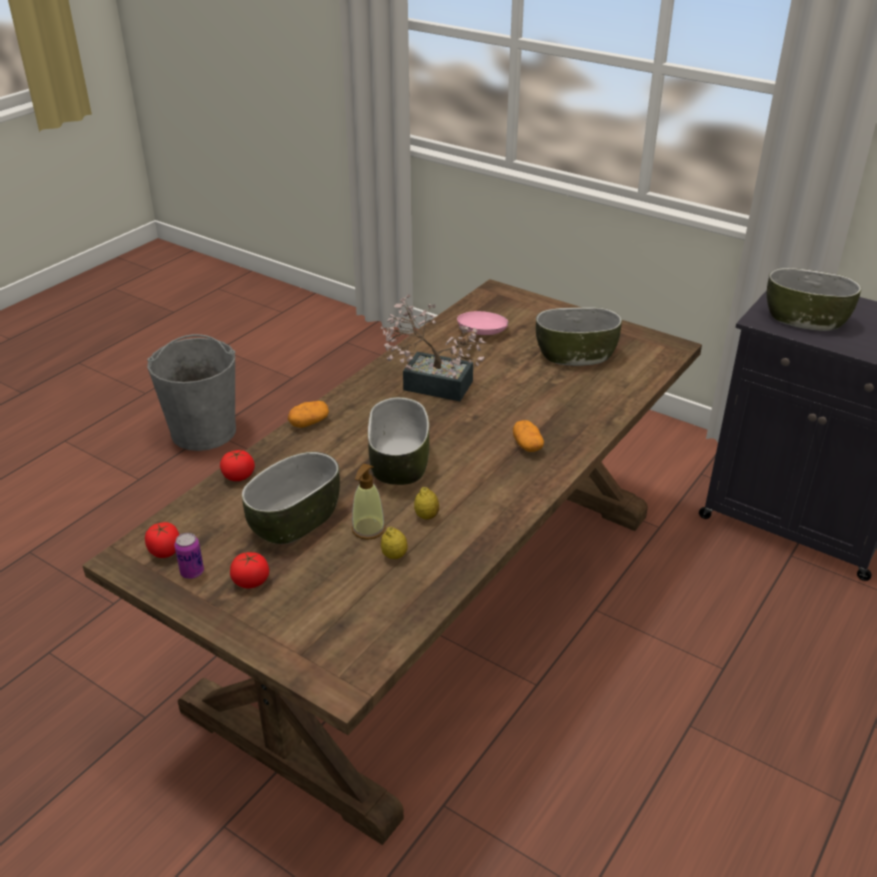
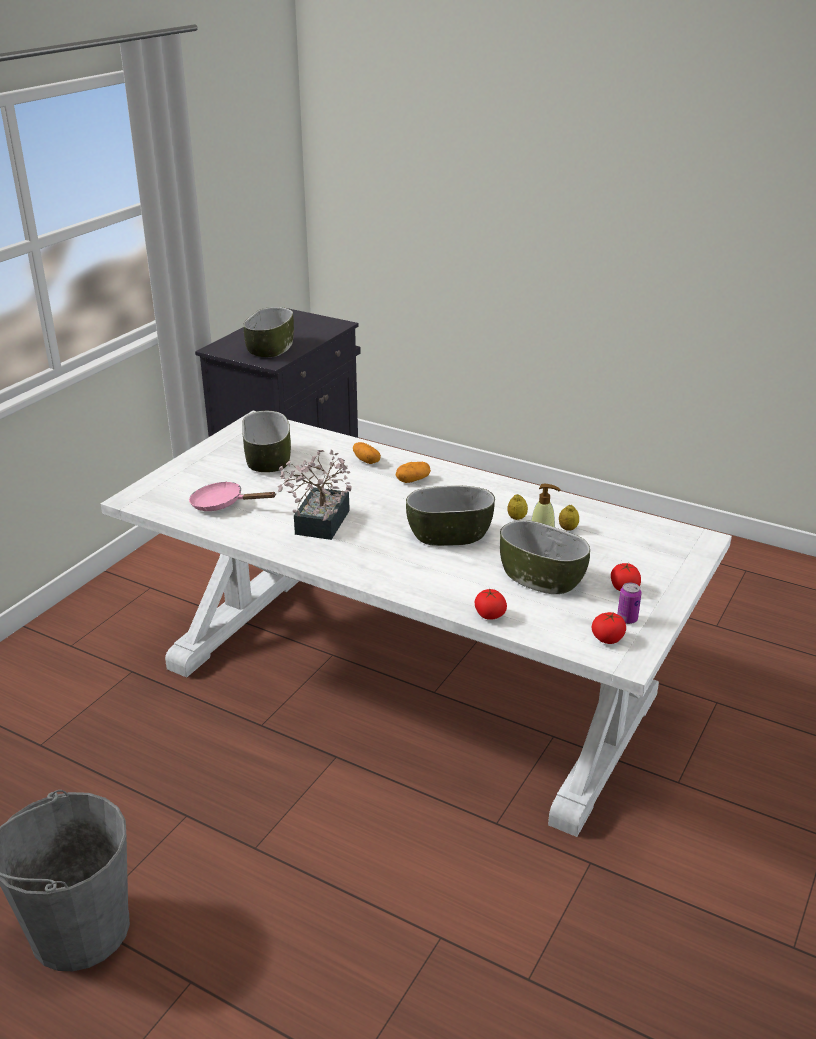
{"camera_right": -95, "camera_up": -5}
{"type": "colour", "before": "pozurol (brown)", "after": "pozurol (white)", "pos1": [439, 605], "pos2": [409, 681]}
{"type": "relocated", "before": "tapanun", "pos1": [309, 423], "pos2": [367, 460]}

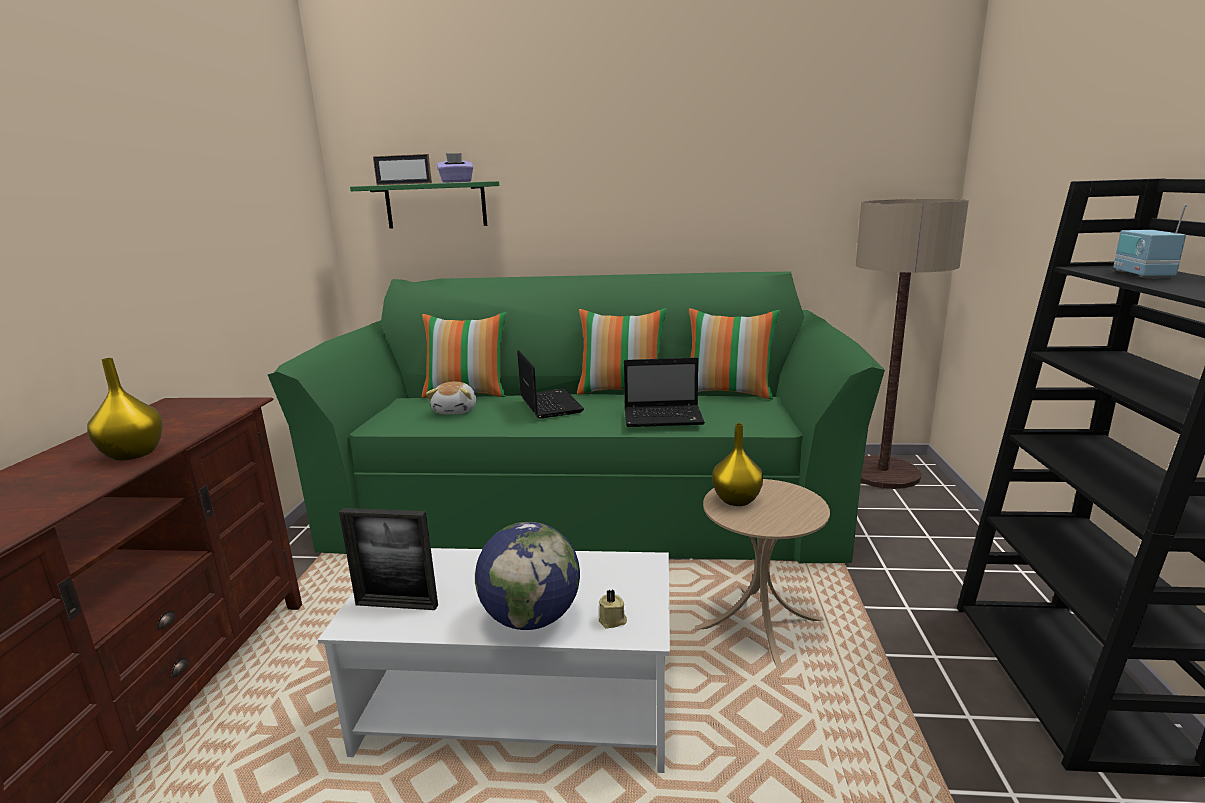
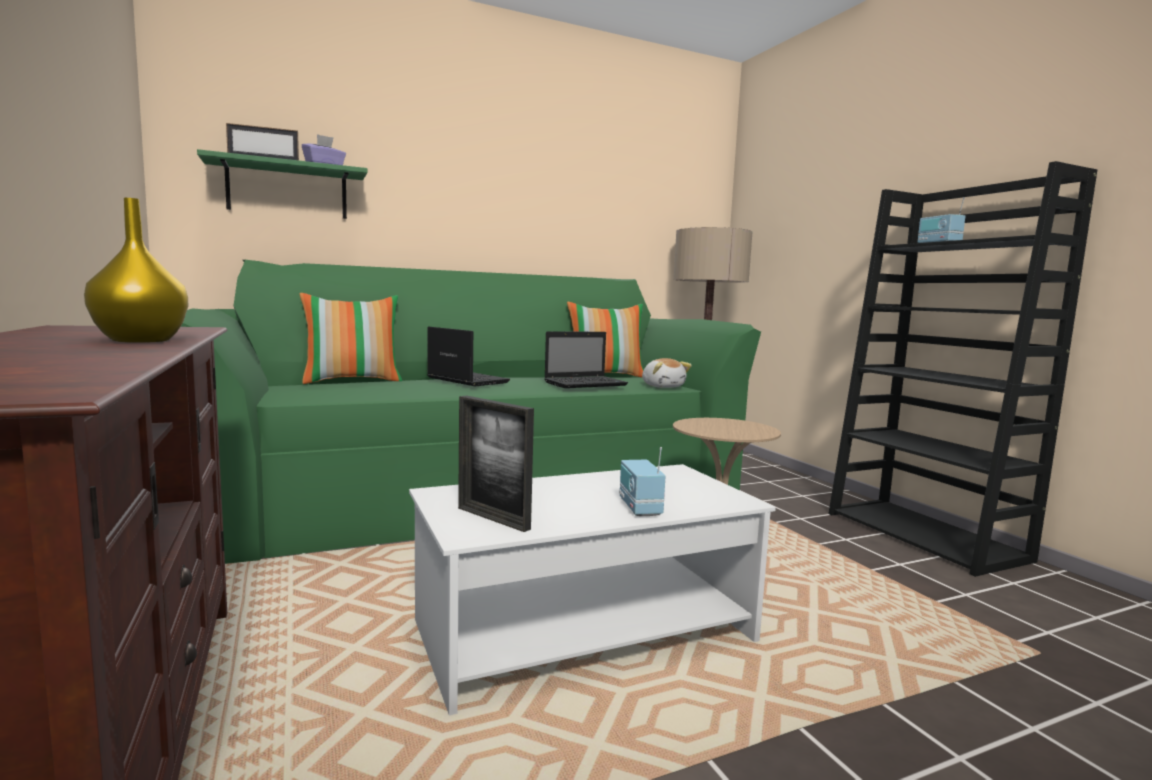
{"camera_right": -30, "camera_up": -10}
{"type": "spun", "before": "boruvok", "pos1": [396, 605], "pos2": [493, 518], "turn": 60}
{"type": "relocated", "before": "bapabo", "pos1": [456, 410], "pos2": [663, 386]}
{"type": "exchanged", "before": "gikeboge", "after": "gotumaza", "pos1": [531, 618], "pos2": [639, 507]}
{"type": "missing", "before": "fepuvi", "pos1": [622, 391]}
{"type": "missing", "before": "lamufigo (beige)", "pos1": [613, 621]}
{"type": "missing", "before": "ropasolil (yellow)", "pos1": [735, 500]}

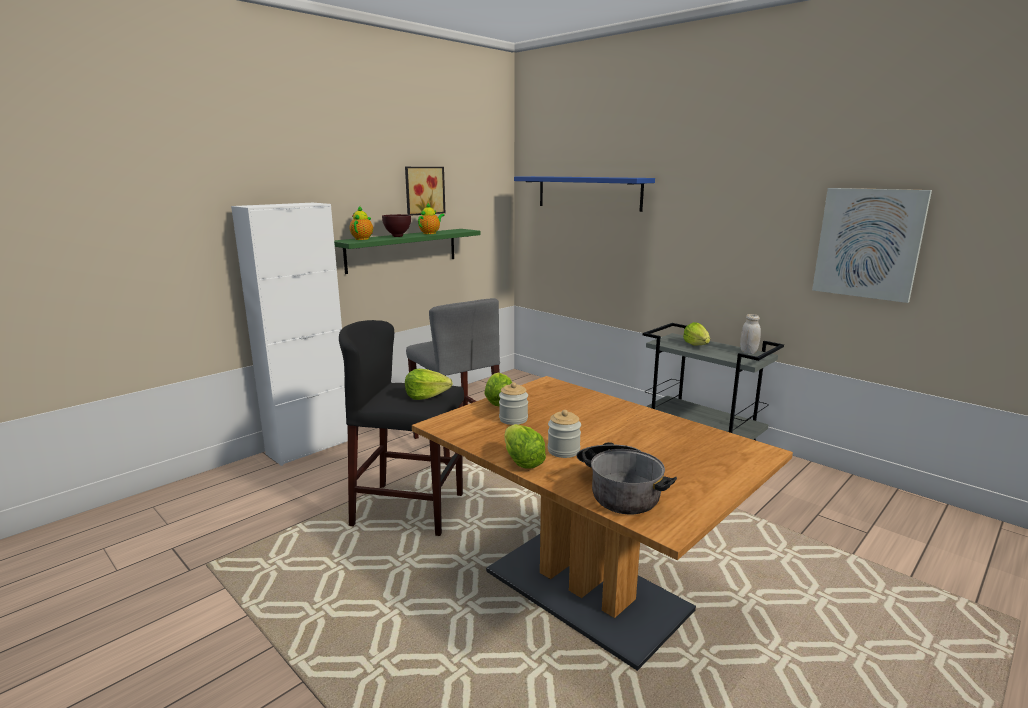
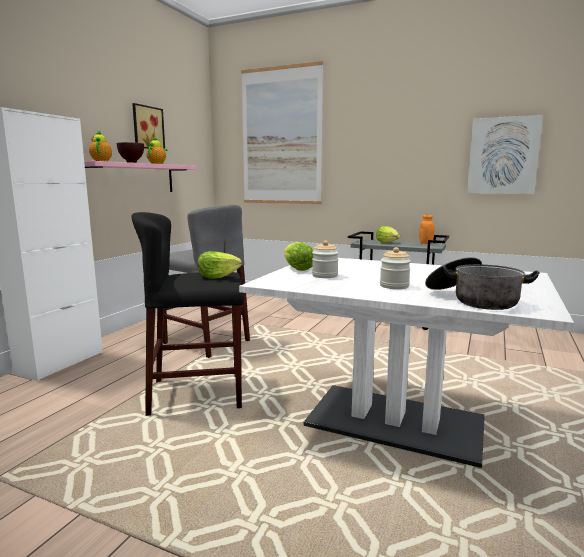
{"camera_right": -20, "camera_up": -5}
{"type": "colour", "before": "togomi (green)", "after": "togomi (pink)", "pos1": [402, 250], "pos2": [132, 178]}
{"type": "colour", "before": "pozurol (brown)", "after": "pozurol (white)", "pos1": [586, 591], "pos2": [395, 423]}
{"type": "missing", "before": "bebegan", "pos1": [522, 462]}
{"type": "exchanged", "before": "togomi (blue)", "after": "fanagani", "pos1": [588, 192], "pos2": [281, 137]}
{"type": "colour", "before": "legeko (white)", "after": "legeko (orange)", "pos1": [748, 352], "pos2": [426, 243]}

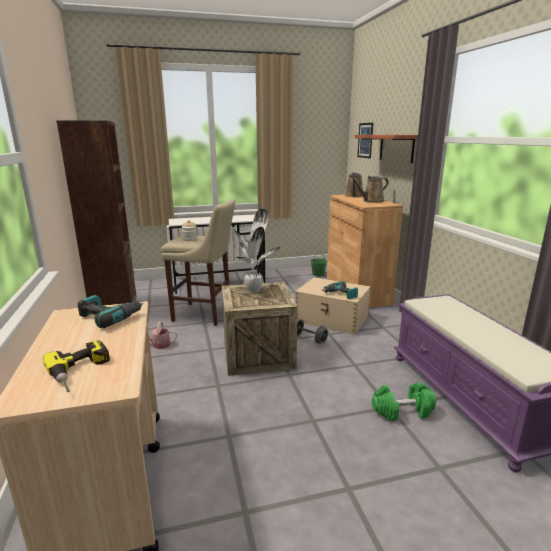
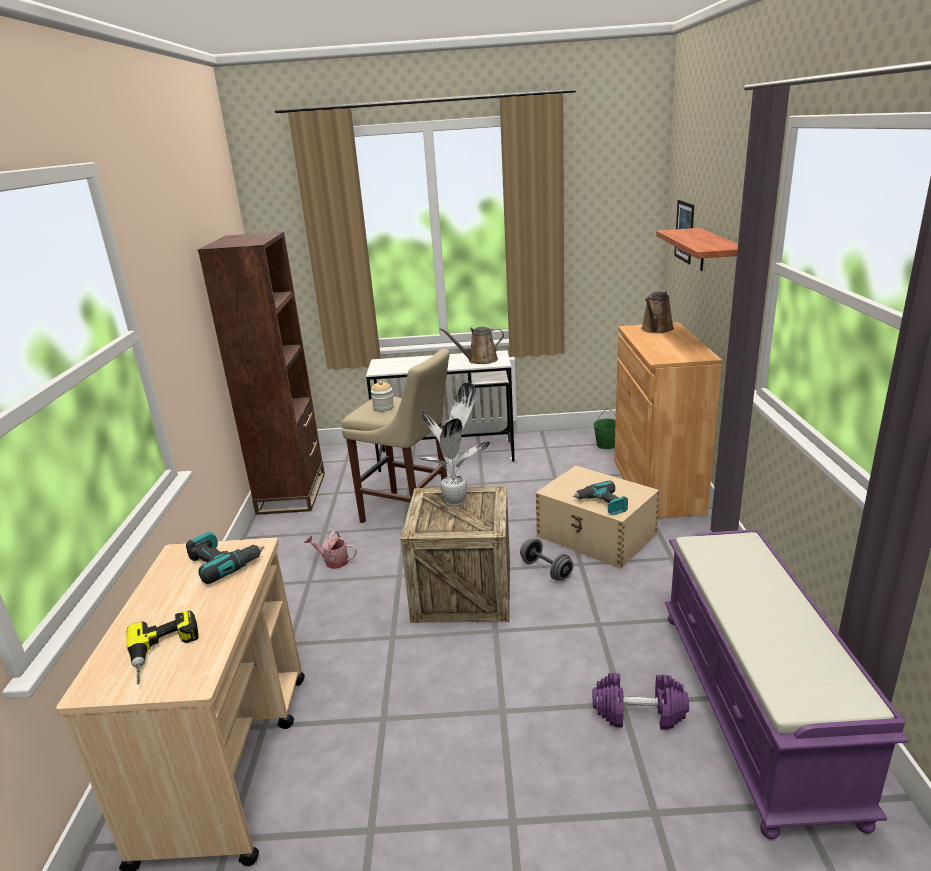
{"camera_right": 15, "camera_up": 5}
{"type": "relocated", "before": "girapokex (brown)", "pos1": [371, 201], "pos2": [479, 360]}
{"type": "colour", "before": "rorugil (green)", "after": "rorugil (purple)", "pos1": [402, 411], "pos2": [638, 714]}

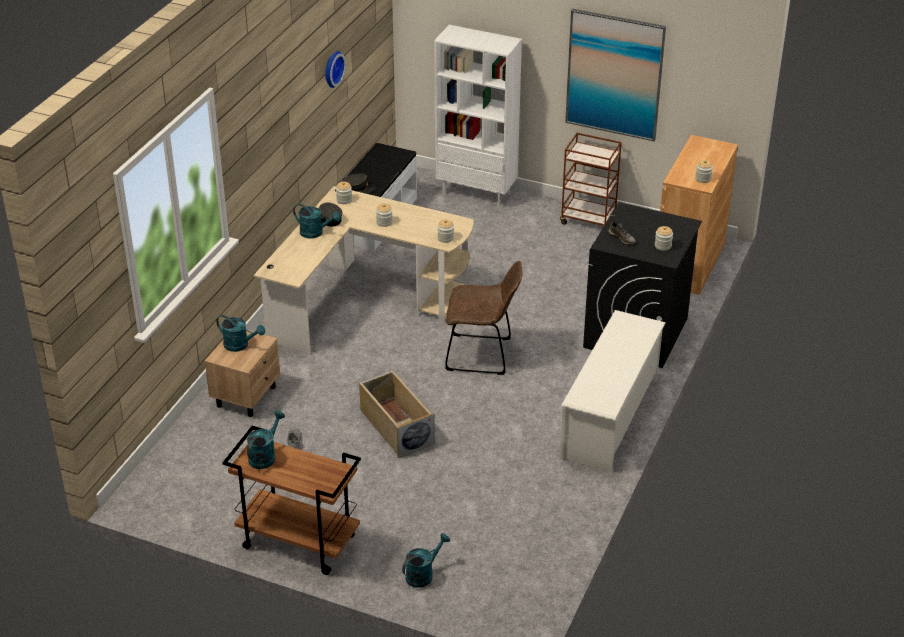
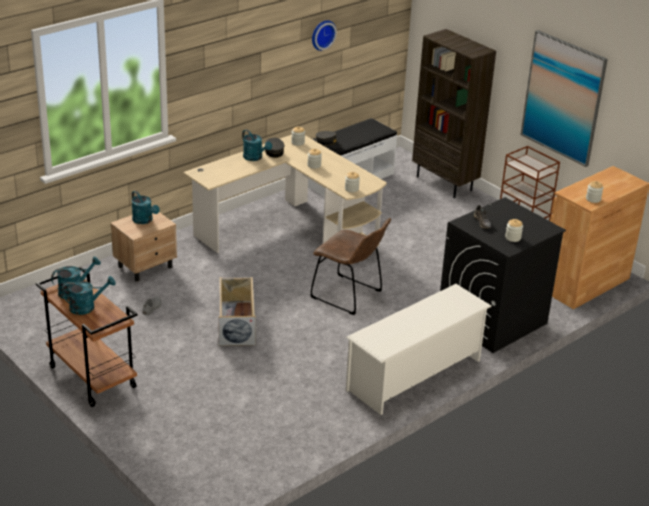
{"camera_right": 25, "camera_up": -5}
{"type": "relocated", "before": "girapokex (turquoise)", "pos1": [423, 574], "pos2": [87, 307]}
{"type": "colour", "before": "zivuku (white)", "after": "zivuku (brown)", "pos1": [477, 193], "pos2": [445, 183]}

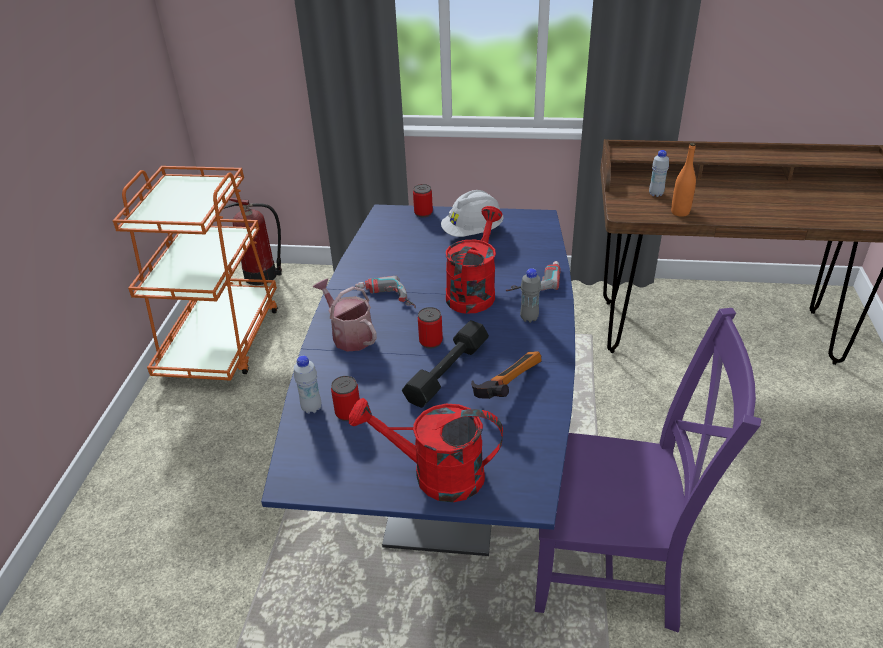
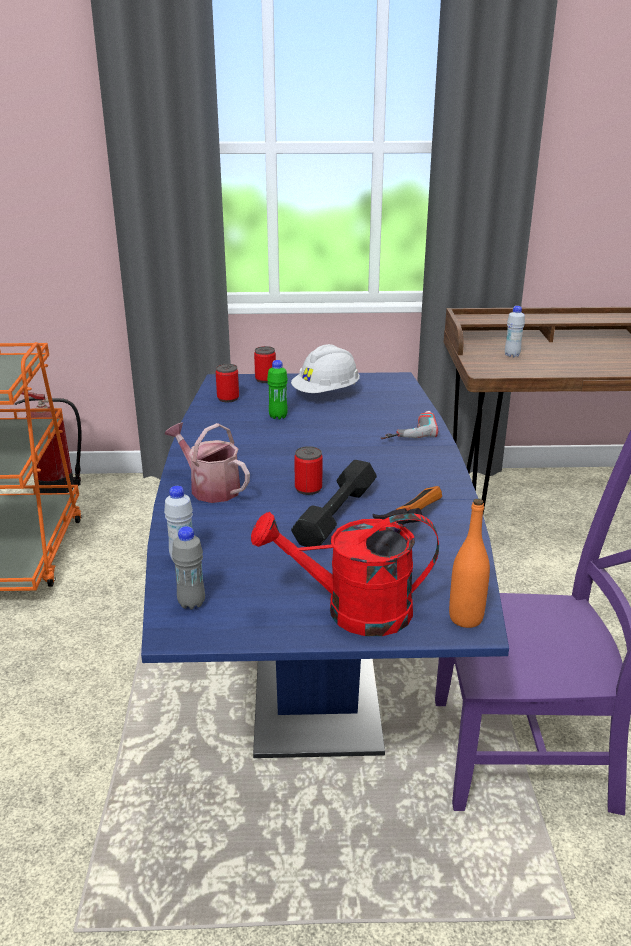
{"camera_right": -10, "camera_up": -10}
{"type": "relocated", "before": "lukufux", "pos1": [348, 413], "pos2": [228, 398]}
{"type": "missing", "before": "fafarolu", "pos1": [385, 299]}
{"type": "missing", "before": "girapokex (red)", "pos1": [473, 291]}
{"type": "relocated", "before": "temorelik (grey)", "pos1": [529, 318], "pos2": [191, 603]}
{"type": "relocated", "before": "temorelik (orange)", "pos1": [680, 212], "pos2": [465, 618]}
{"type": "appeared", "after": "temorelik (green)", "pos2": [278, 416]}

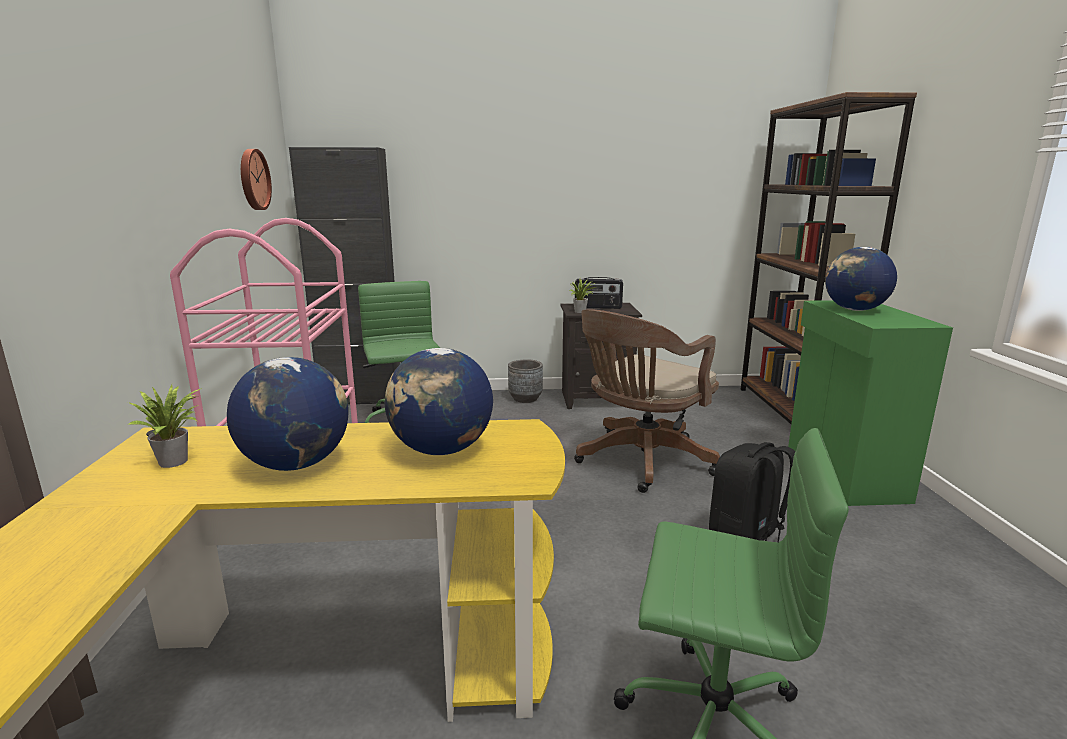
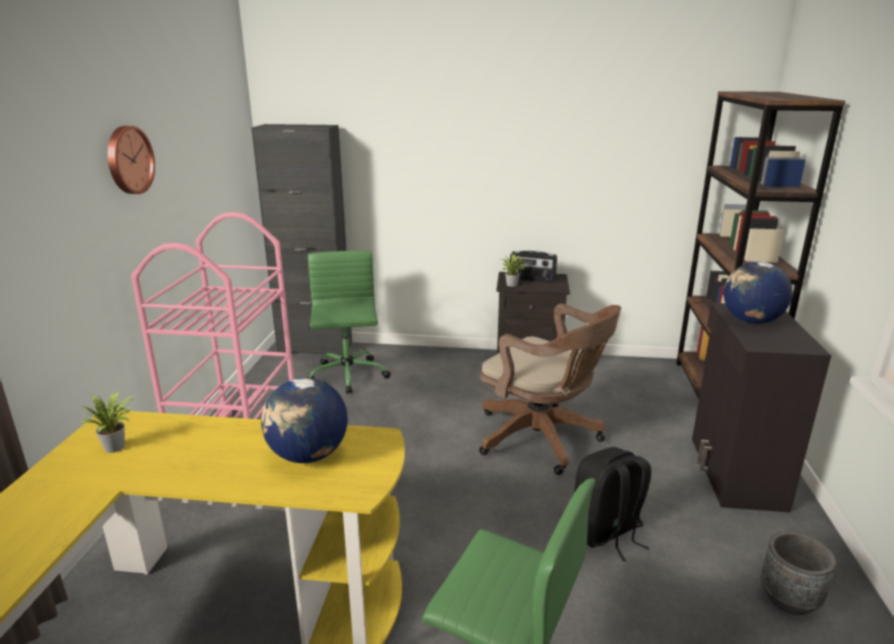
{"camera_right": 10, "camera_up": 5}
{"type": "missing", "before": "gikeboge", "pos1": [296, 464]}
{"type": "relocated", "before": "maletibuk", "pos1": [253, 179], "pos2": [128, 160]}
{"type": "relocated", "before": "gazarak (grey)", "pos1": [525, 398], "pos2": [789, 599]}
{"type": "spun", "before": "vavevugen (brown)", "pos1": [640, 462], "pos2": [543, 439], "turn": -105}
{"type": "colour", "before": "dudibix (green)", "after": "dudibix (black)", "pos1": [844, 474], "pos2": [735, 473]}

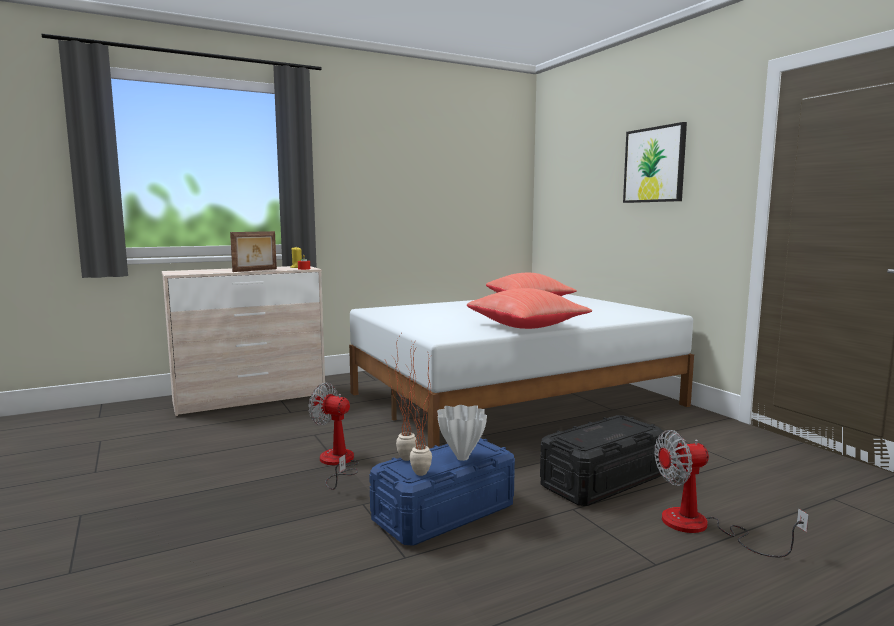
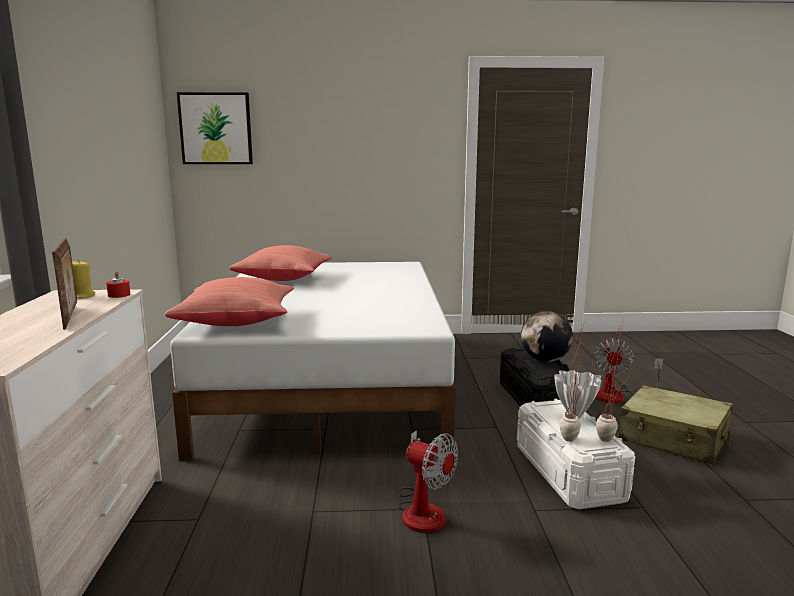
{"camera_right": -65, "camera_up": 5}
{"type": "spun", "before": "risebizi", "pos1": [337, 463], "pos2": [422, 509], "turn": -105}
{"type": "colour", "before": "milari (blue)", "after": "milari (white)", "pos1": [444, 513], "pos2": [568, 473]}
{"type": "relocated", "before": "fepuvi (red)", "pos1": [527, 327], "pos2": [237, 322]}
{"type": "relocated", "before": "fanagani", "pos1": [654, 165], "pos2": [216, 128]}
{"type": "appeared", "after": "gikeboge", "pos2": [544, 360]}
{"type": "appeared", "after": "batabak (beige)", "pos2": [673, 439]}

